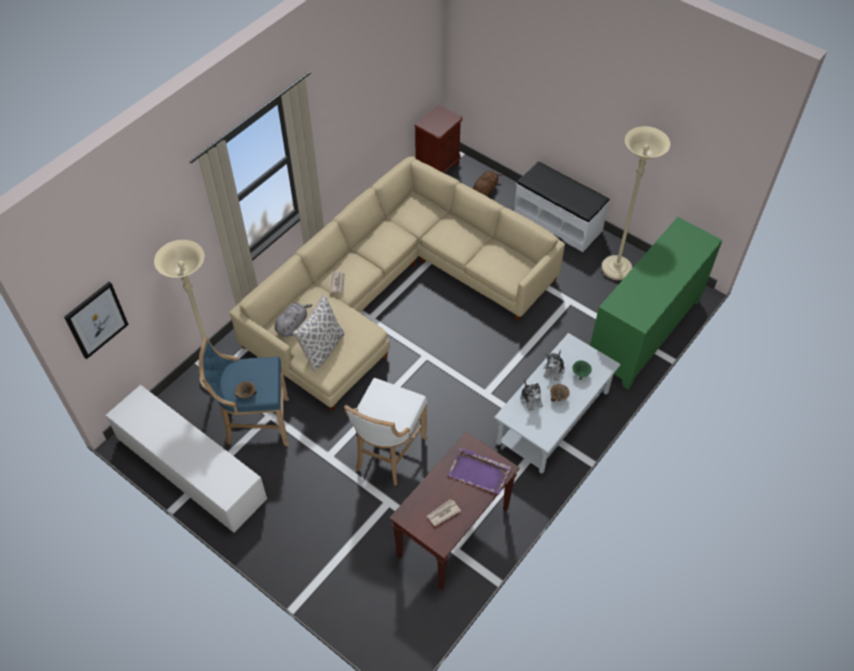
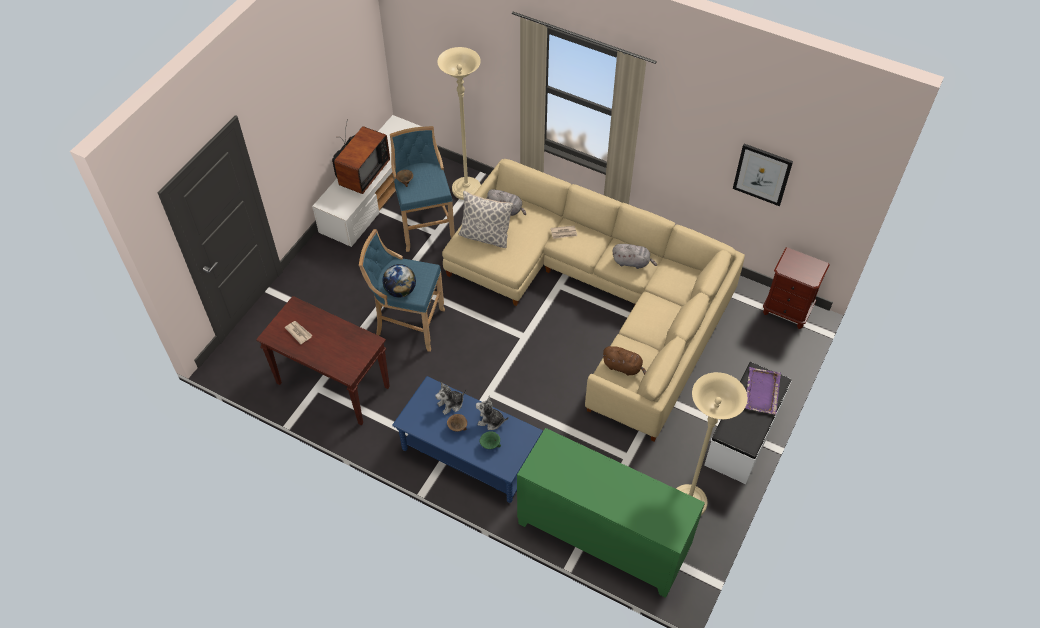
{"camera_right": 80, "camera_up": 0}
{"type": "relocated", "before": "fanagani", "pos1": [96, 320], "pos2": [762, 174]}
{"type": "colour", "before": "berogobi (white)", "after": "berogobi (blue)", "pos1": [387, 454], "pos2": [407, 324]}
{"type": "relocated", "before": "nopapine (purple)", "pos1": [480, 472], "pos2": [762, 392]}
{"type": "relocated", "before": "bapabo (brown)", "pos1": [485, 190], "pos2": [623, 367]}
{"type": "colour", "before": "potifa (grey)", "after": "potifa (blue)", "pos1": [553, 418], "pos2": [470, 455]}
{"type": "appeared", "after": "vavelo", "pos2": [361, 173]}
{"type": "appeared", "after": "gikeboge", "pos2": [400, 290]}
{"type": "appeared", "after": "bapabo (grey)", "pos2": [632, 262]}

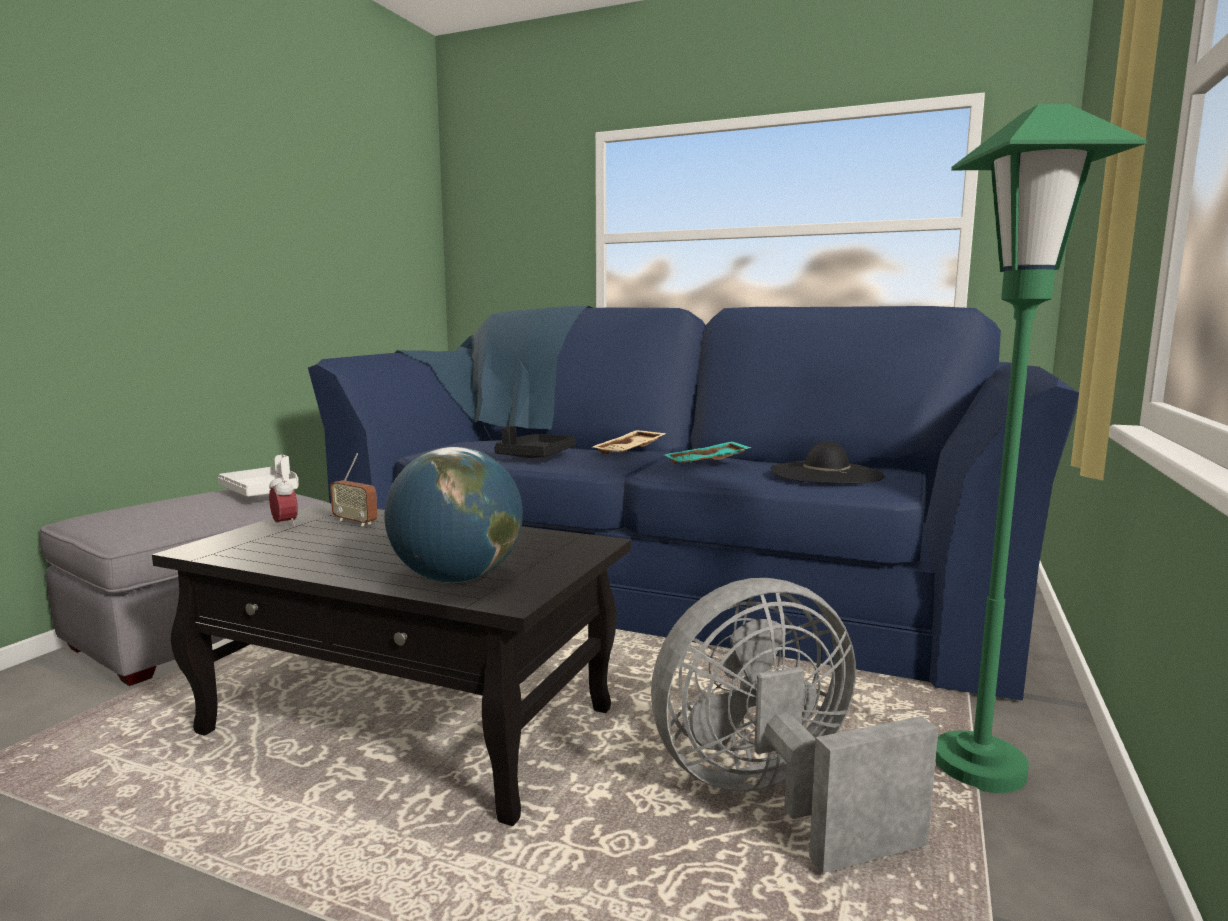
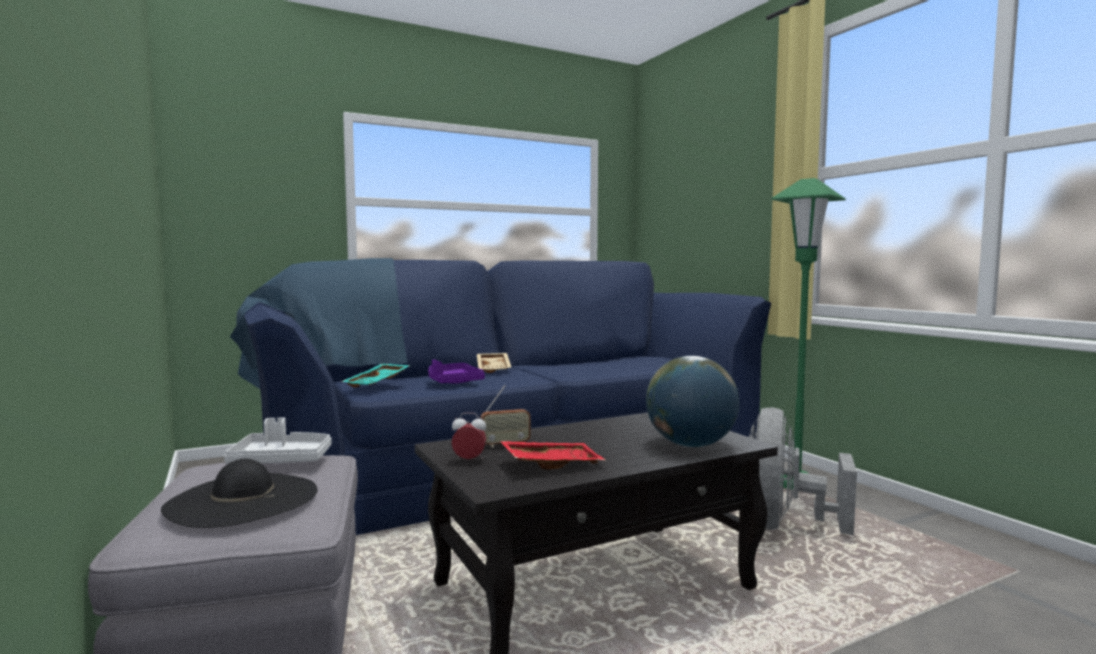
{"camera_right": -50, "camera_up": -5}
{"type": "colour", "before": "nopapine (black)", "after": "nopapine (purple)", "pos1": [536, 456], "pos2": [452, 382]}
{"type": "relocated", "before": "nopapine (turquoise)", "pos1": [707, 463], "pos2": [378, 383]}
{"type": "relocated", "before": "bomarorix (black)", "pos1": [825, 473], "pos2": [242, 499]}
{"type": "appeared", "after": "nopapine (red)", "pos2": [551, 463]}

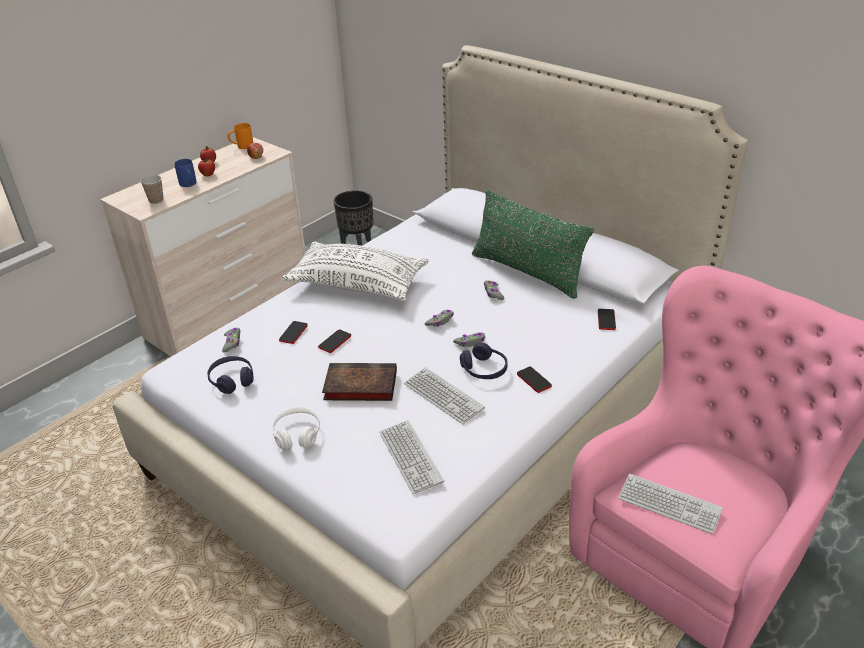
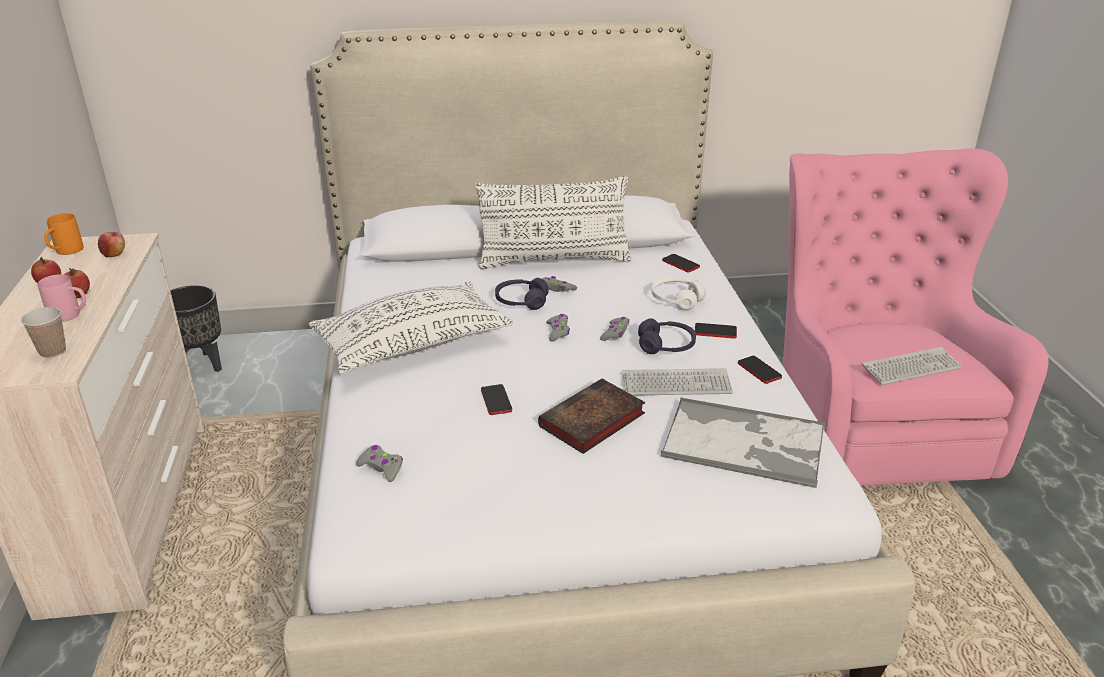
{"camera_right": -50, "camera_up": -5}
{"type": "colour", "before": "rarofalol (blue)", "after": "rarofalol (pink)", "pos1": [189, 185], "pos2": [71, 316]}
{"type": "relocated", "before": "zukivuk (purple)", "pos1": [232, 380], "pos2": [521, 302]}
{"type": "relocated", "before": "zukivuk (white)", "pos1": [297, 434], "pos2": [676, 300]}
{"type": "relocated", "before": "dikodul", "pos1": [293, 333], "pos2": [759, 370]}
{"type": "exchanged", "before": "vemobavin", "after": "nopapine", "pos1": [410, 457], "pos2": [745, 443]}
{"type": "colour", "before": "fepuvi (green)", "after": "fepuvi (white)", "pos1": [527, 272], "pos2": [554, 260]}

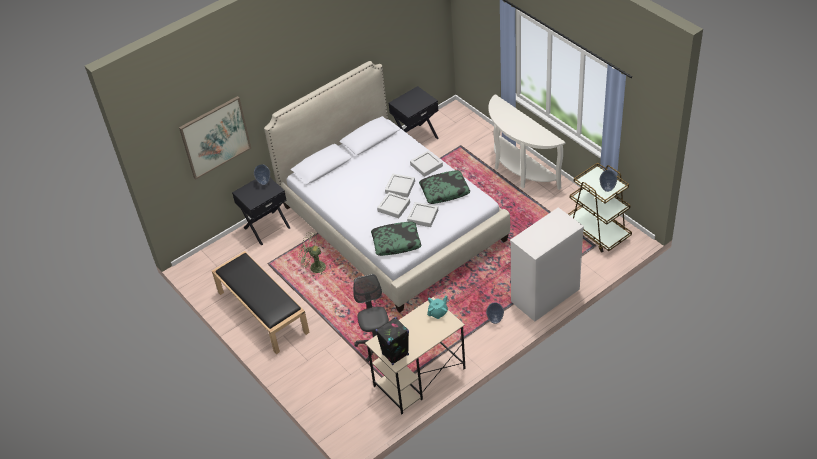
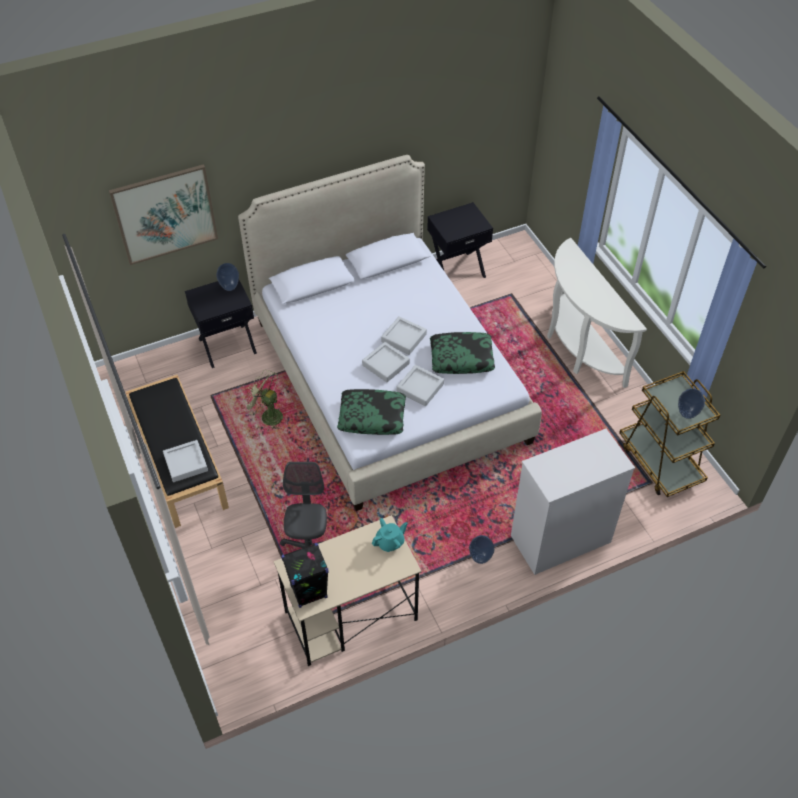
{"camera_right": 10, "camera_up": 5}
{"type": "relocated", "before": "nopapine (grey)", "pos1": [426, 165], "pos2": [186, 463]}

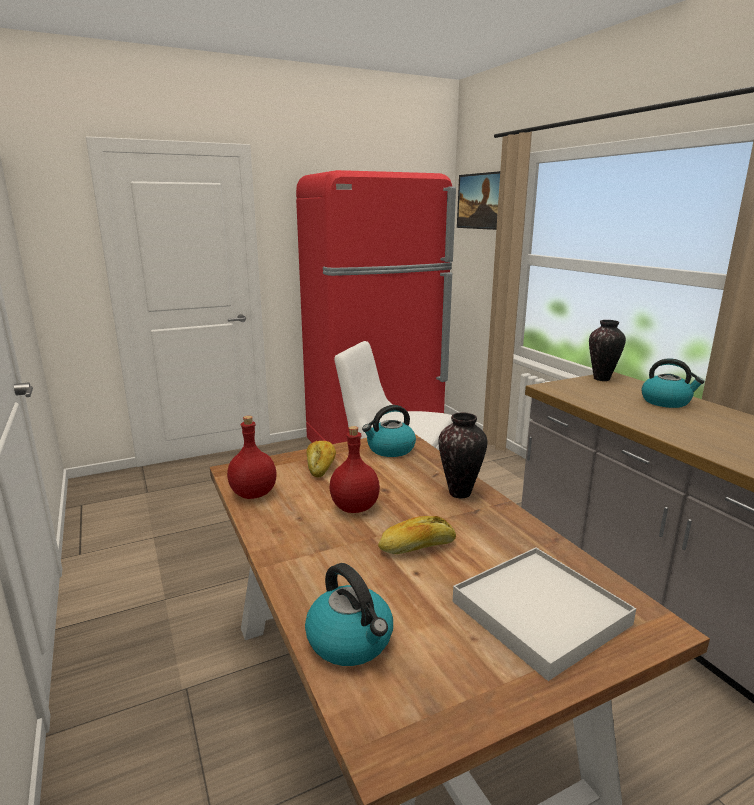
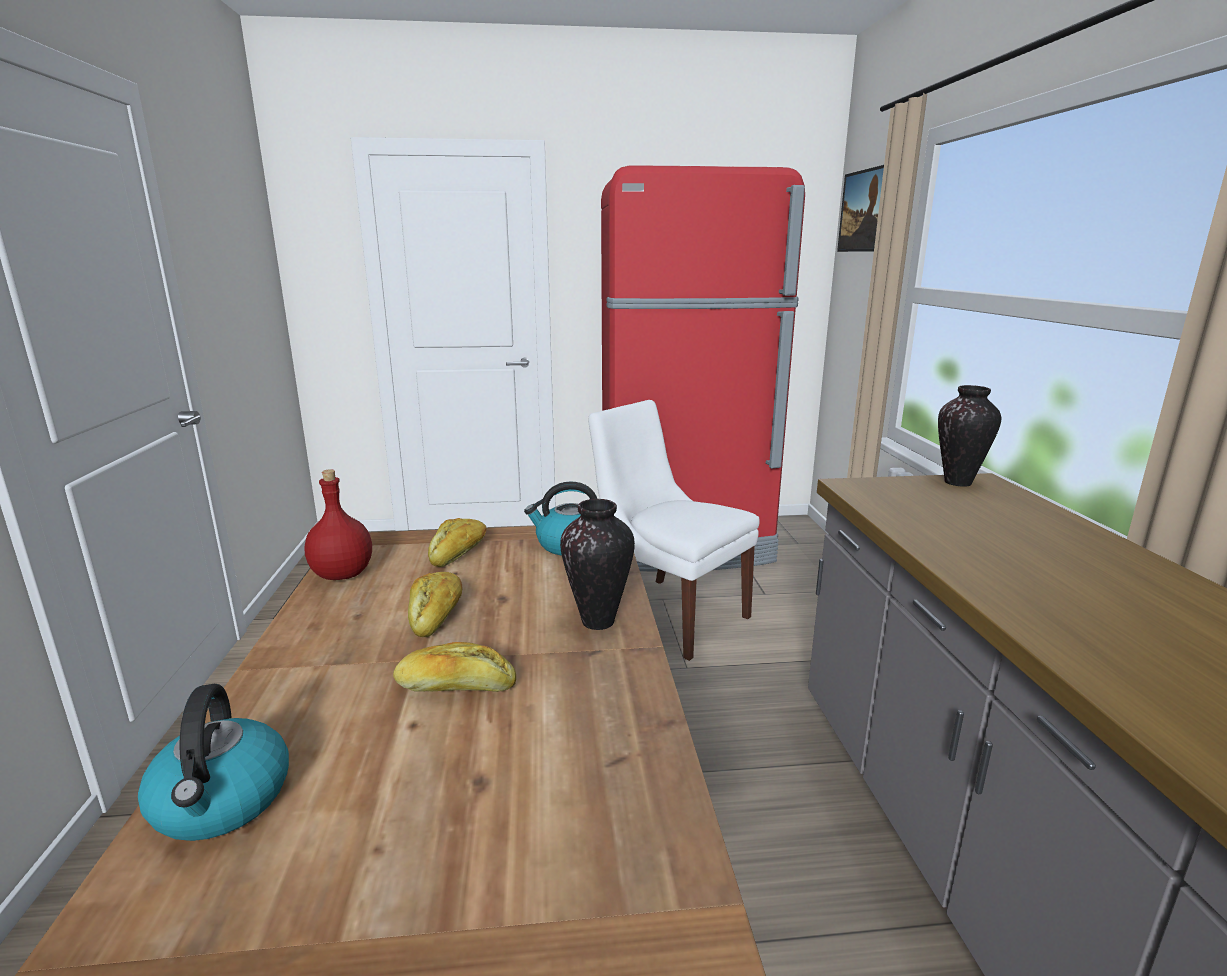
{"camera_right": 20, "camera_up": 0}
{"type": "exchanged", "before": "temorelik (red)", "after": "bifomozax", "pos1": [353, 507], "pos2": [437, 614]}
{"type": "missing", "before": "nopapine (white)", "pos1": [539, 613]}
{"type": "missing", "before": "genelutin", "pos1": [666, 402]}

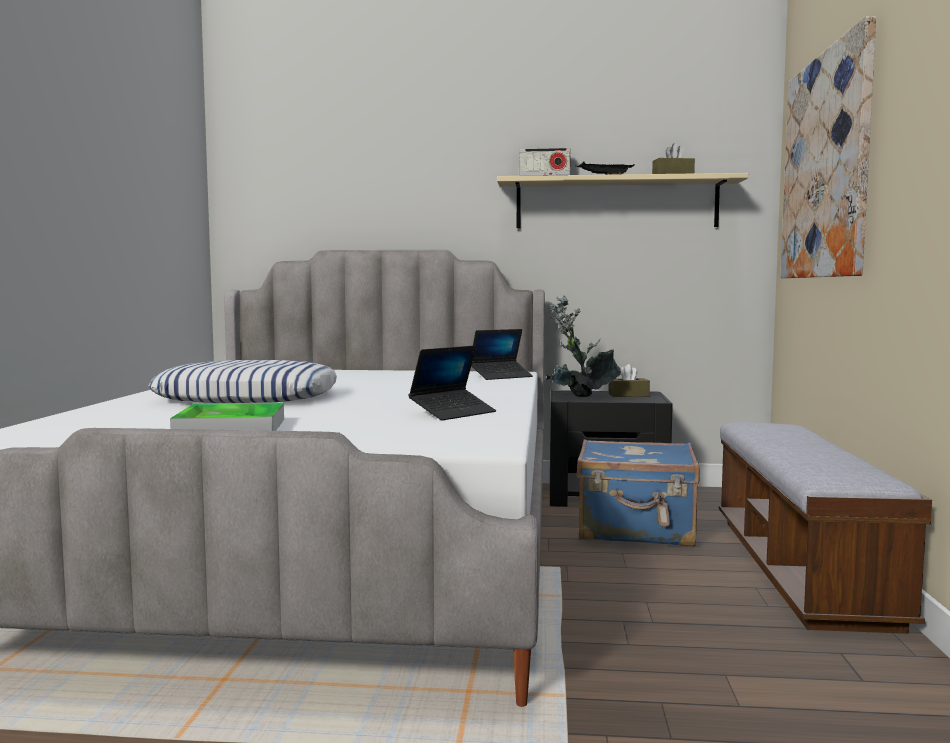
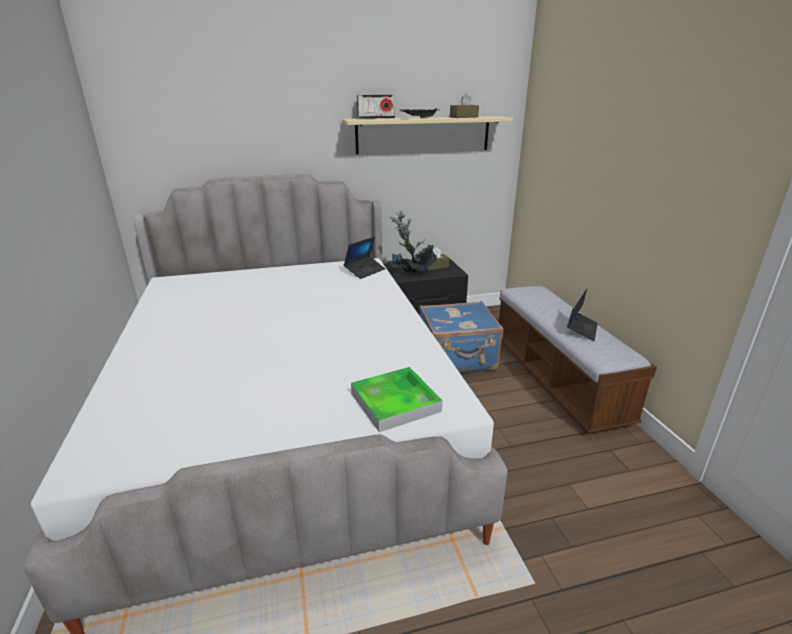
{"camera_right": -20, "camera_up": 20}
{"type": "missing", "before": "fepuvi", "pos1": [248, 397]}
{"type": "relocated", "before": "nopapine", "pos1": [231, 428], "pos2": [395, 402]}
{"type": "relocated", "before": "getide", "pos1": [453, 413], "pos2": [581, 329]}
{"type": "missing", "before": "fanagani", "pos1": [826, 166]}

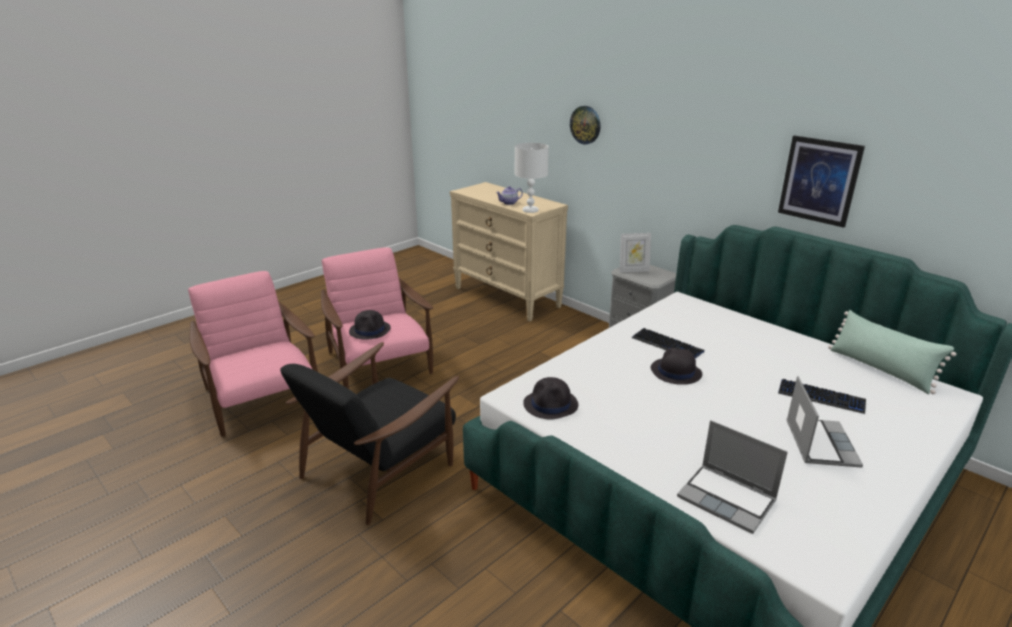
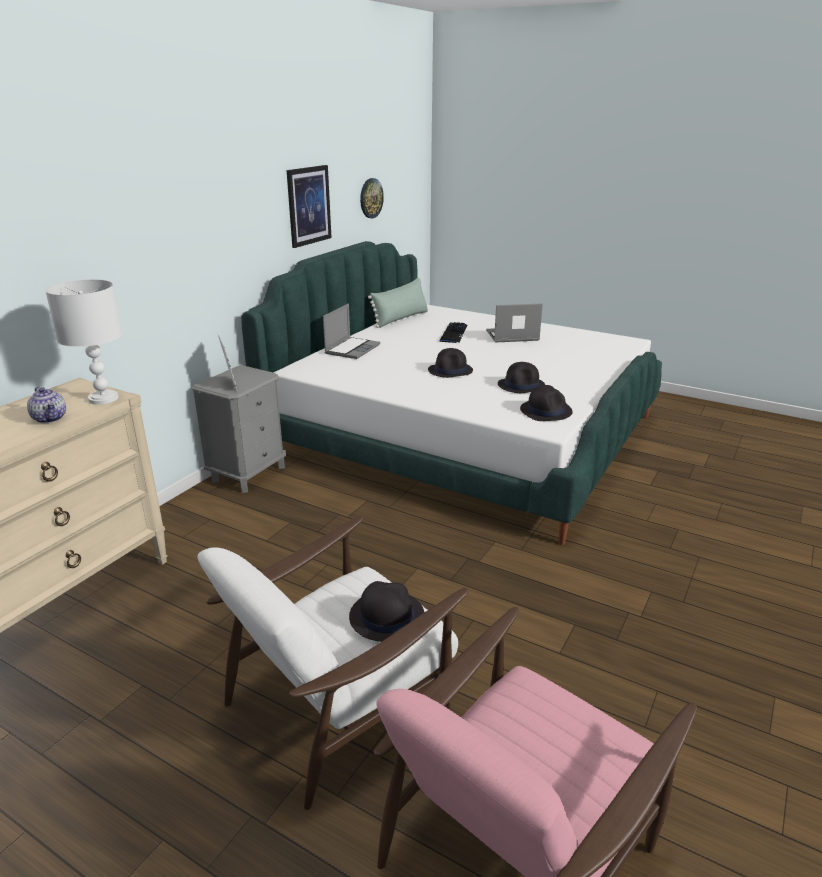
{"camera_right": -105, "camera_up": 0}
{"type": "missing", "before": "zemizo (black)", "pos1": [380, 467]}
{"type": "colour", "before": "zemizo (pink)", "after": "zemizo (white)", "pos1": [379, 365], "pos2": [340, 703]}
{"type": "relocated", "before": "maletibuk", "pos1": [585, 125], "pos2": [370, 198]}
{"type": "missing", "before": "vemobavin", "pos1": [667, 345]}
{"type": "relocated", "before": "getide", "pos1": [728, 499], "pos2": [352, 349]}
{"type": "appeared", "after": "bomarorix (black)", "pos2": [521, 386]}

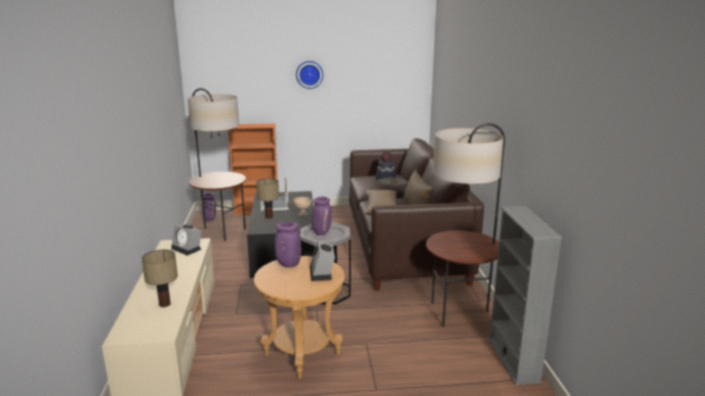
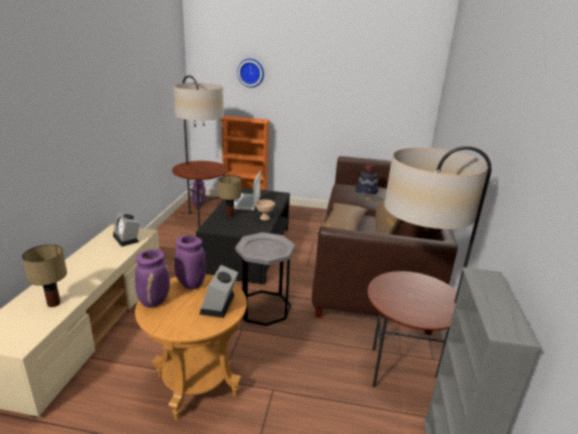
{"camera_right": 15, "camera_up": 5}
{"type": "relocated", "before": "maletibuk", "pos1": [309, 74], "pos2": [251, 72]}
{"type": "relocated", "before": "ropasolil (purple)", "pos1": [321, 232], "pos2": [154, 301]}

